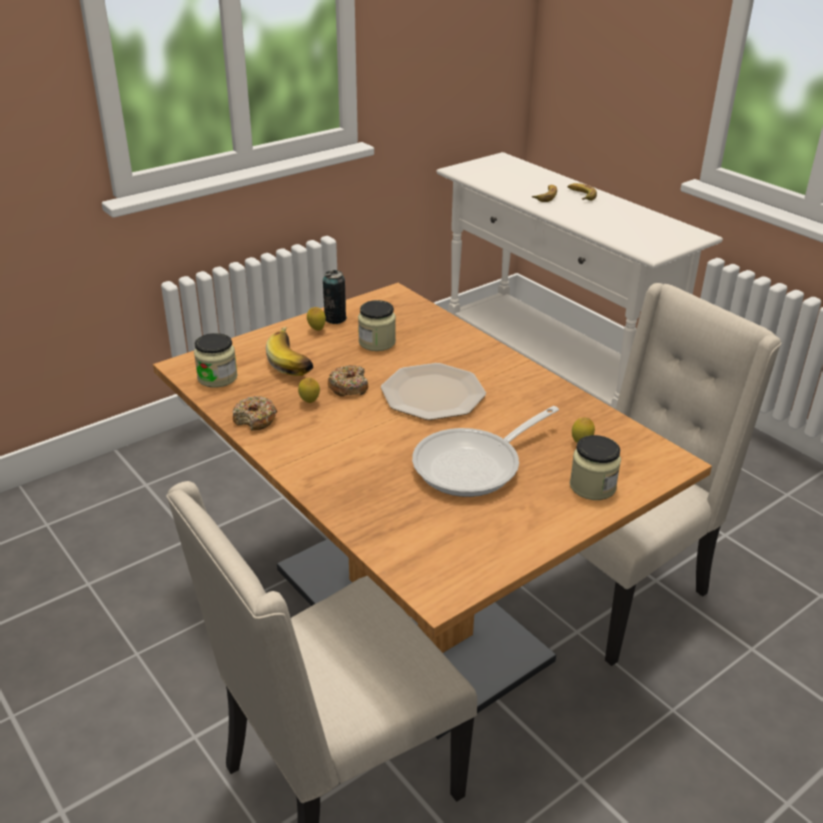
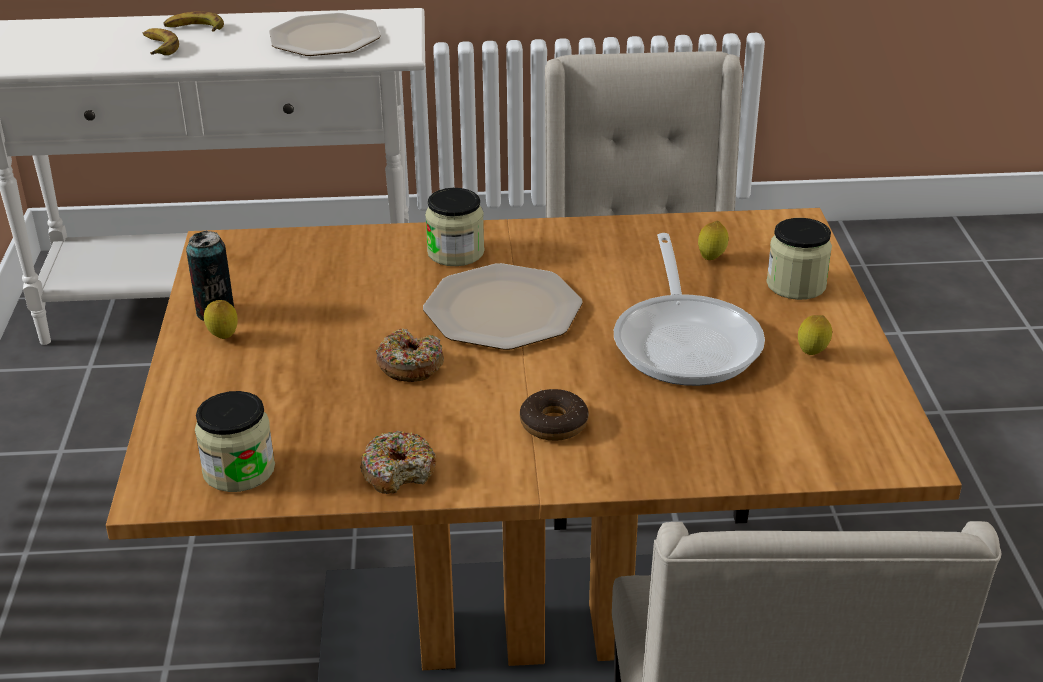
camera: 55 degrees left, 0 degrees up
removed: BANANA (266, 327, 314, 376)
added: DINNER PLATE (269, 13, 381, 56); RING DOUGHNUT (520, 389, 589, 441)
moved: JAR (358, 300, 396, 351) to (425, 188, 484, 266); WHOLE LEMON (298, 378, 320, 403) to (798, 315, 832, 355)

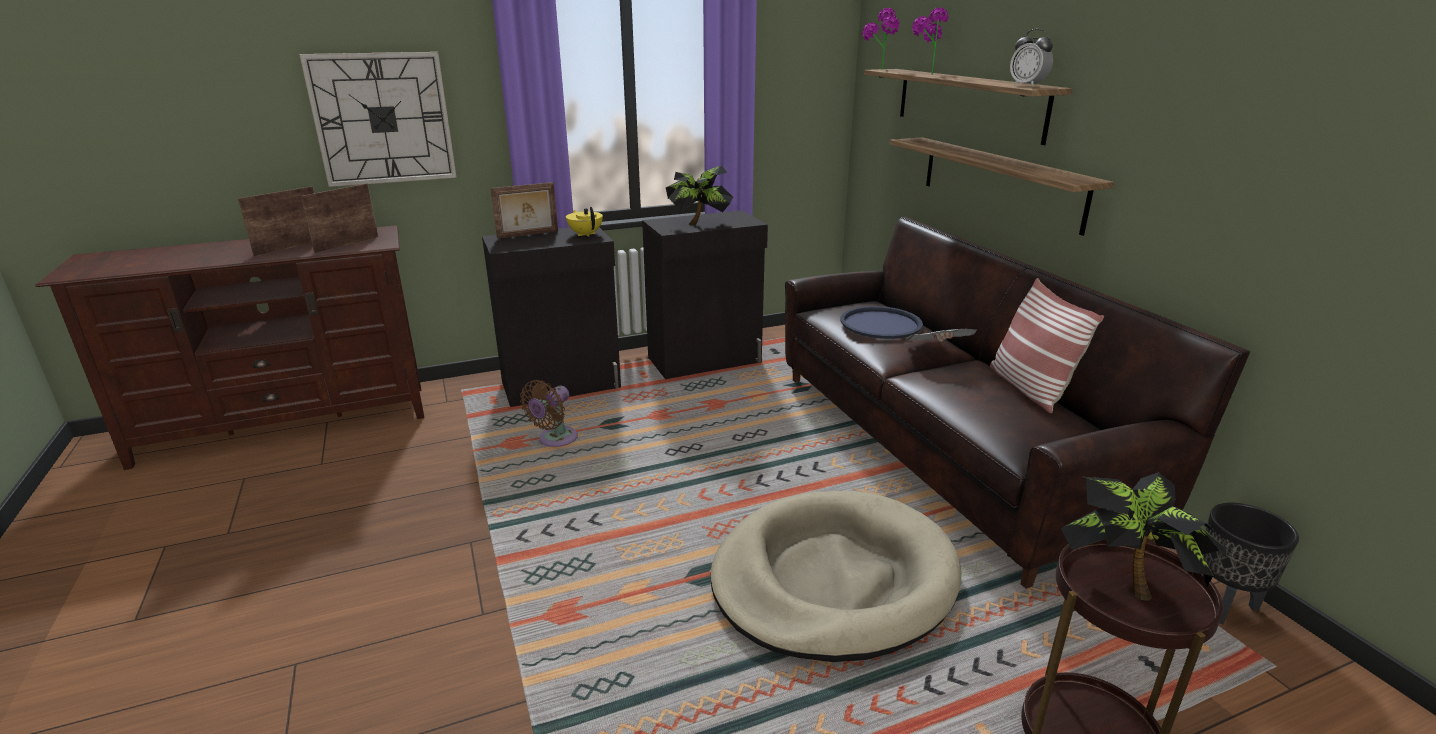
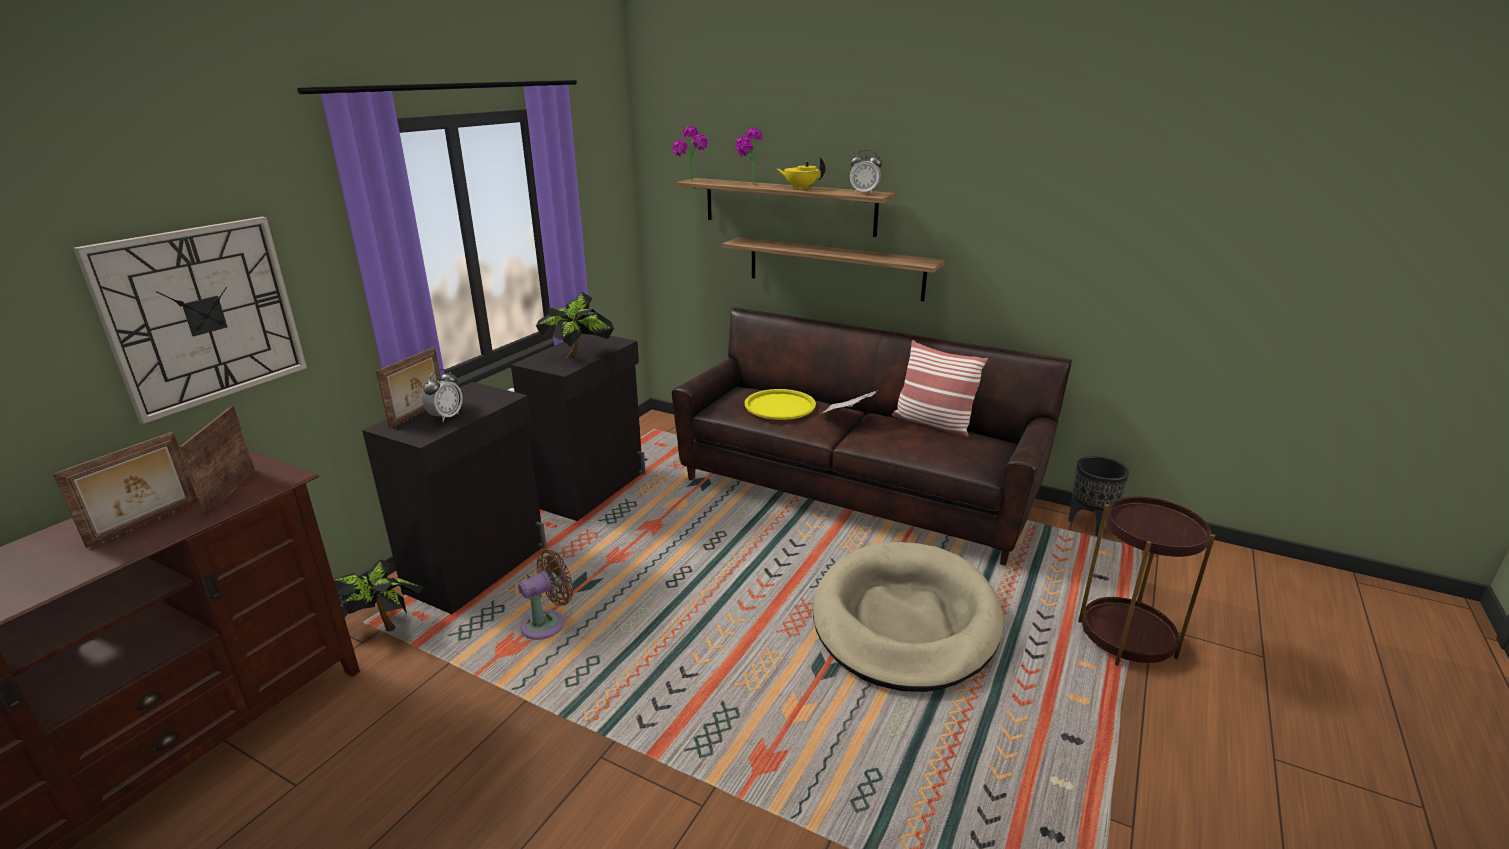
camera: 40 degrees left, 0 degrees up
added: TABLE CLOCK (423, 369, 463, 422)
moved: YELLOW TEAPOT (566, 207, 603, 237) to (776, 157, 825, 190); POTTED PLANT (1061, 472, 1227, 601) to (334, 559, 423, 631)
recoloured: BLUE TRAY (841, 306, 923, 339) to YELLOW TRAY (745, 389, 816, 420)
turned: PICTURE FRAME (238, 186, 314, 256) = (53, 431, 198, 548) 150 degrees counterclockwise; BROWN-COLOURED FAN (520, 380, 578, 447) = (518, 550, 573, 640) 120 degrees counterclockwise

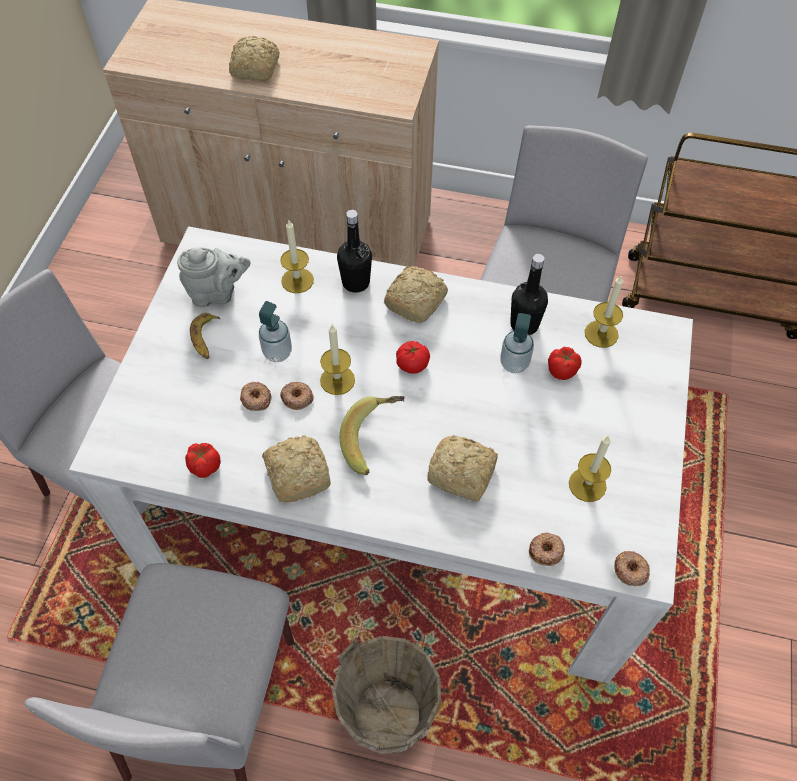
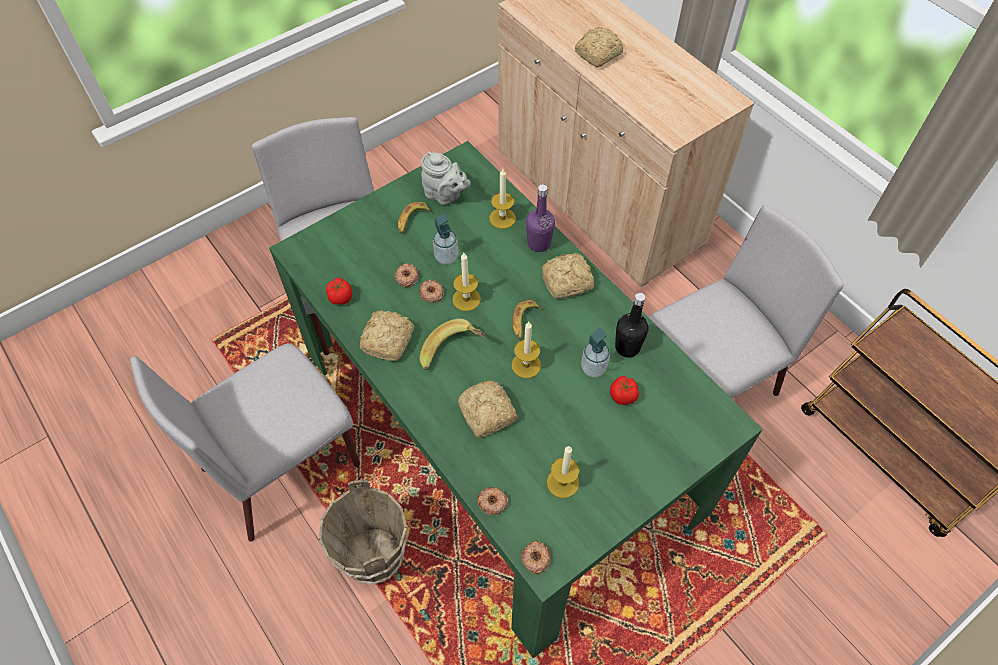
camera: 40 degrees right, 0 degrees up
moved: WAX CANDLE (585, 275, 623, 348) to (511, 322, 541, 378)
replaced: TOMATO (396, 341, 430, 374) to BANANA (512, 300, 541, 339)
recoloured: BLACK-COLOURED DRINK BOTTLE (337, 210, 372, 293) to PURPLE-COLOURED DRINK BOTTLE (526, 185, 555, 252); WHITISH DINING TABLE (69, 226, 693, 683) to GREEN-COLOURED DINING TABLE (269, 141, 763, 658)

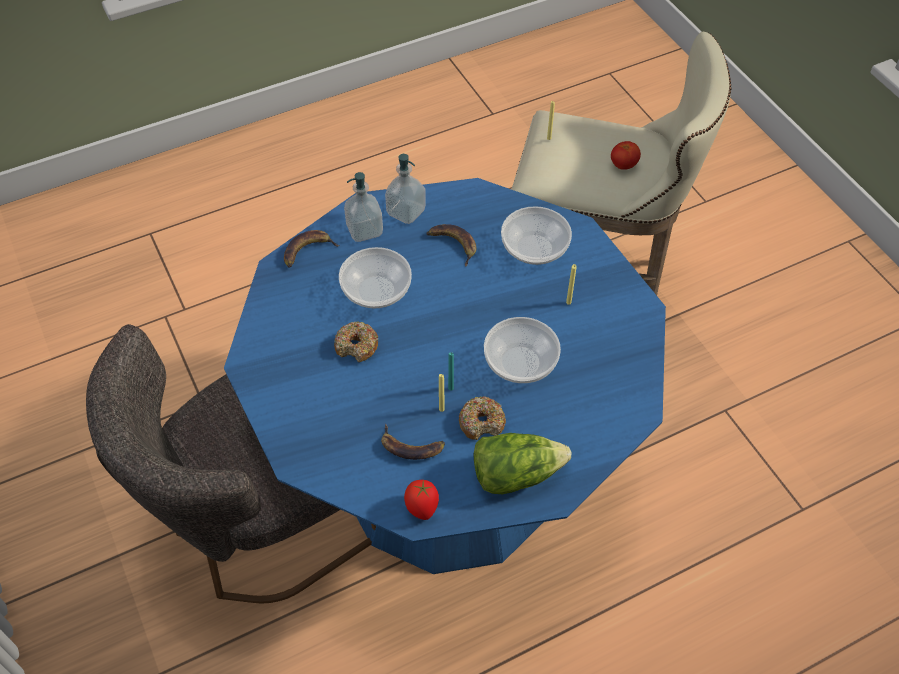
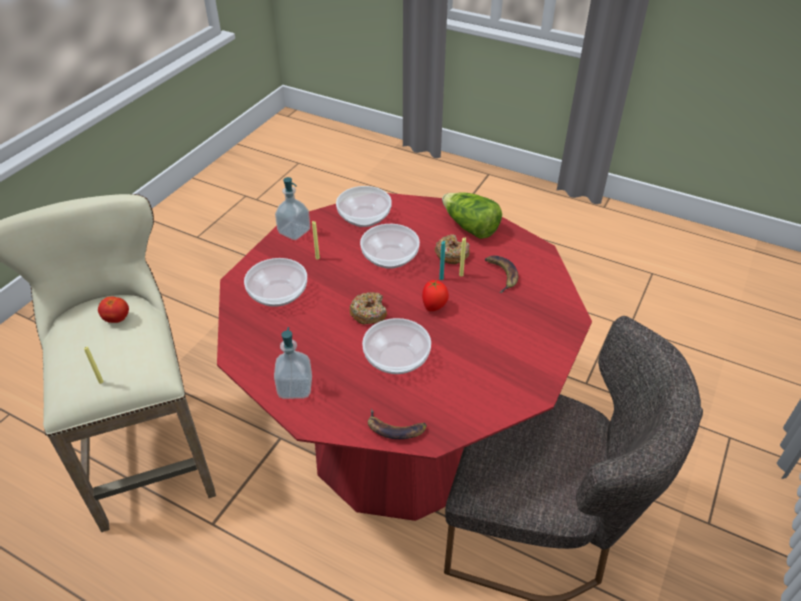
camera: 125 degrees left, 10 degrees down
removed: BANANA (426, 224, 477, 267)
added: DEEP DISH (336, 186, 392, 227)
moved: SOAP DISPENSER (344, 172, 383, 242) to (275, 177, 310, 240); RING DOUGHNUT (334, 321, 378, 362) to (350, 292, 387, 324); TOMATO (404, 480, 439, 520) to (422, 280, 449, 311)
recoloured: BLUE DINING TABLE (224, 178, 666, 574) to RED DINING TABLE (217, 193, 592, 521)

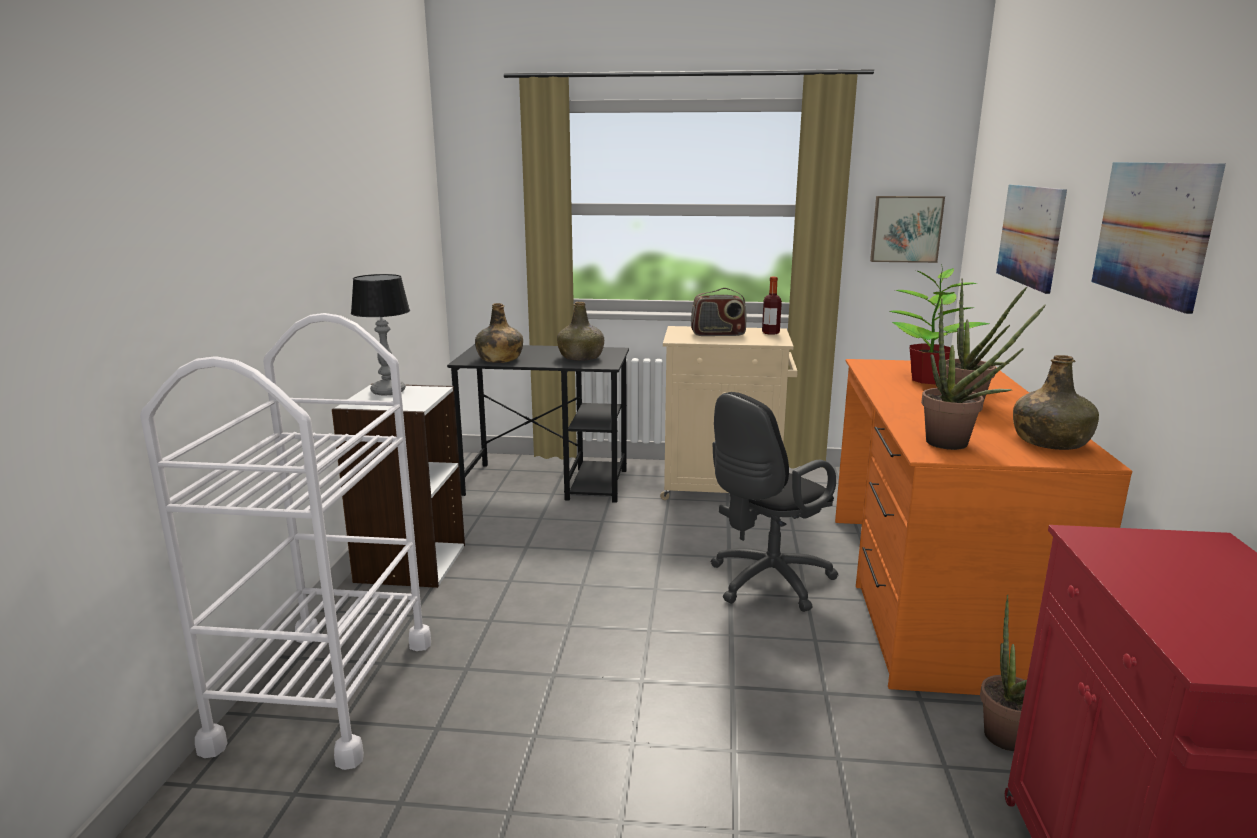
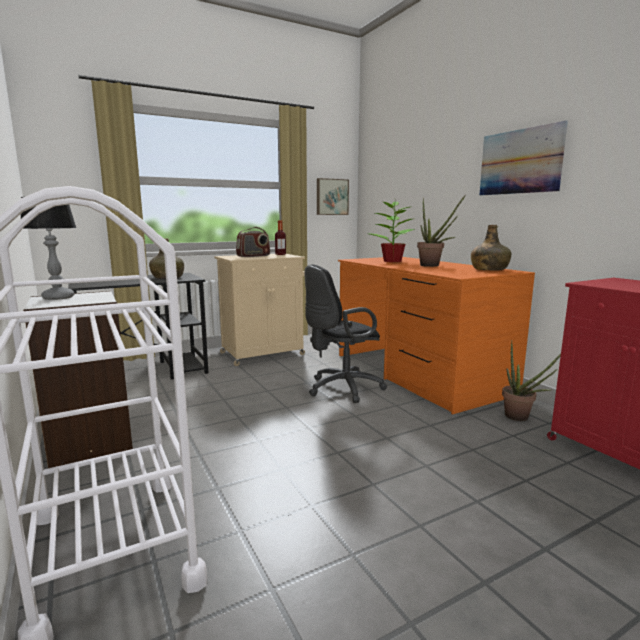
camera: 35 degrees left, 5 degrees down
removed: PICTURE (996, 184, 1067, 294); POTTED PLANT (921, 299, 1046, 450); GREEN-COLOURED DRINK BOTTLE (475, 303, 523, 363)
turned: BLACK-COLOURED OFFICE CHAIR (711, 392, 839, 612) = (305, 264, 387, 403) 45 degrees clockwise

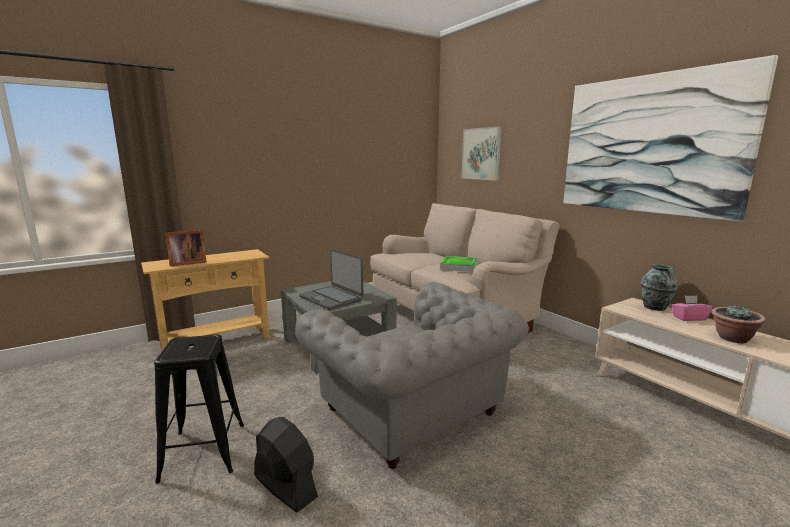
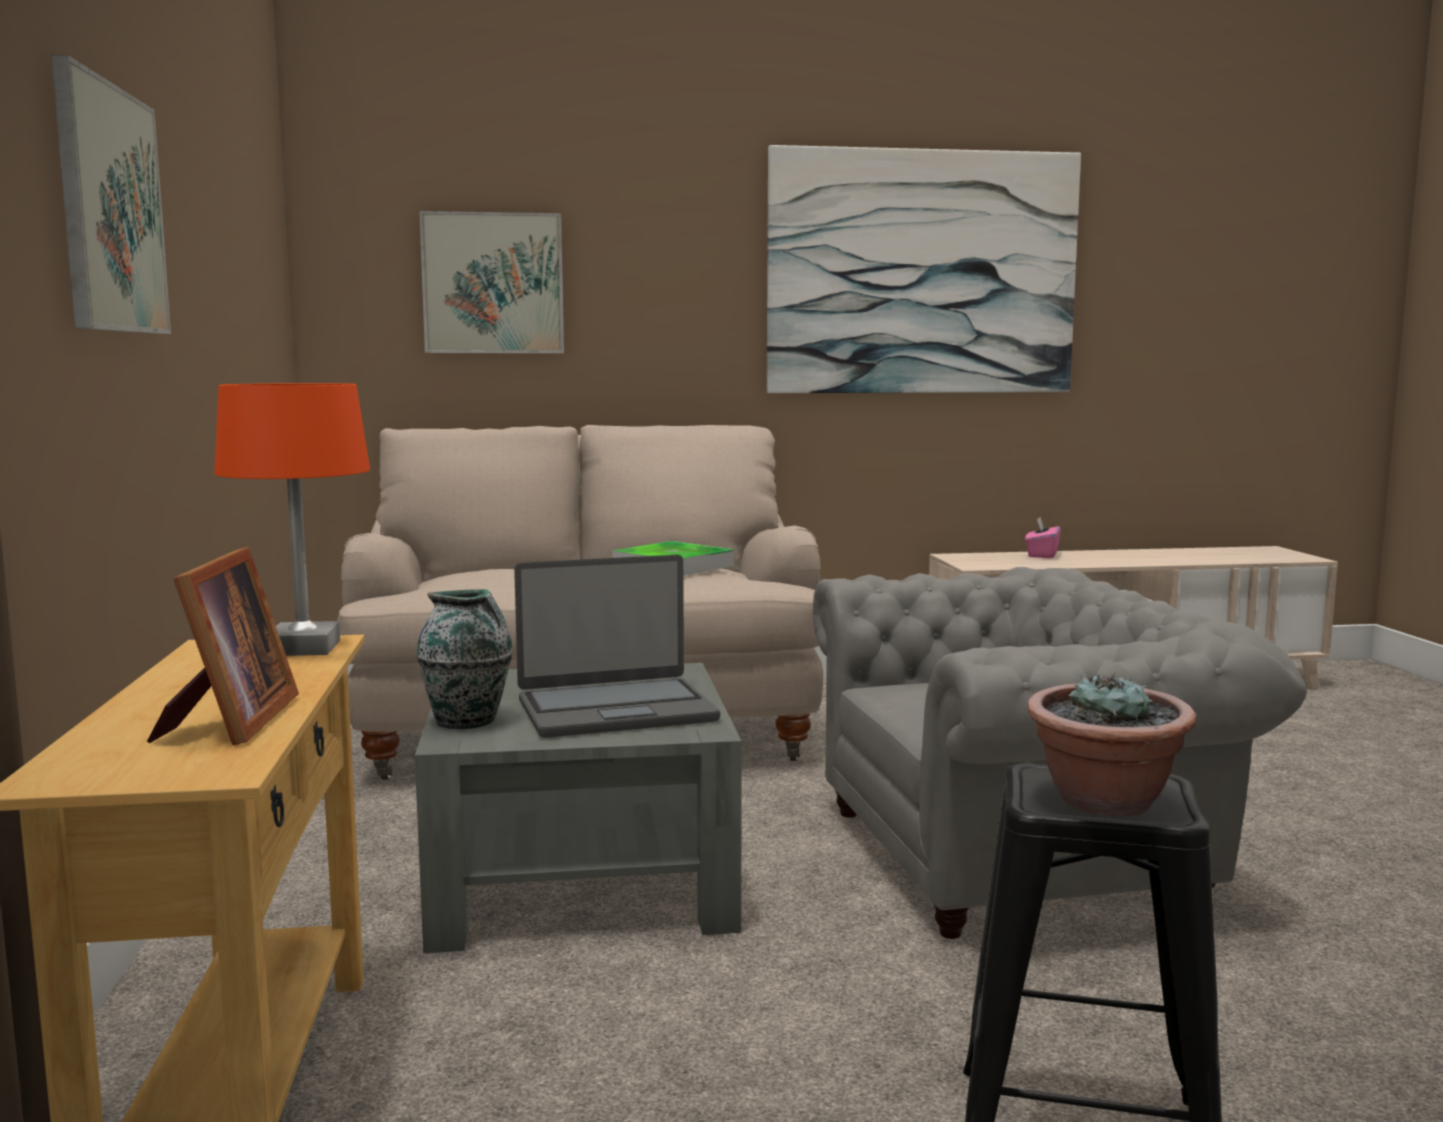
camera: 65 degrees left, 5 degrees down
removed: BLACK-COLOURED FAN (254, 417, 318, 512)
added: PICTURE (51, 54, 171, 334); ORANGE TABLE LAMP (214, 383, 370, 656)
moved: DECORATIVE VASE (641, 263, 678, 311) to (416, 589, 513, 729); POTTED PLANT (711, 305, 766, 343) to (1027, 672, 1197, 817)

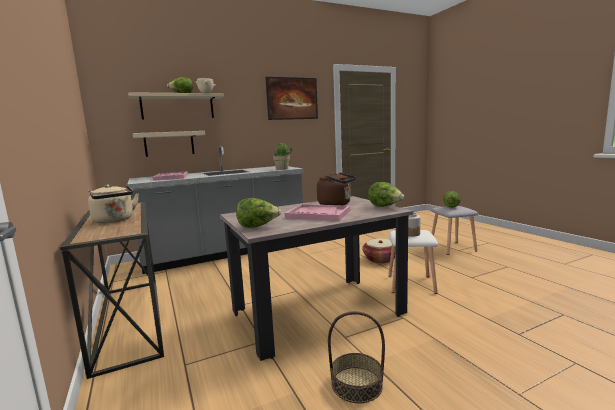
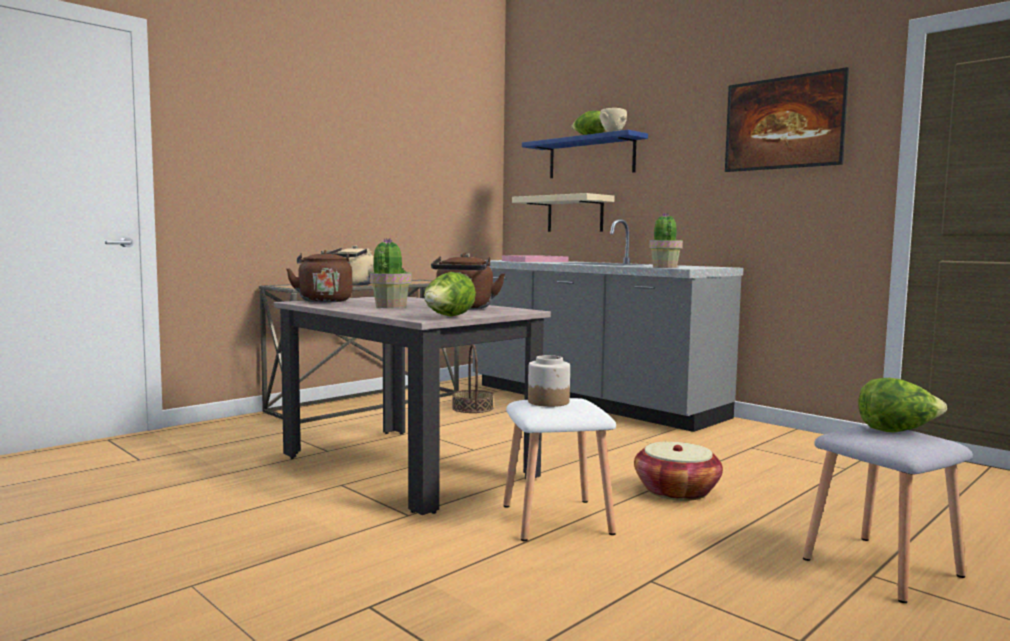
camera: 70 degrees right, 5 degrees down
moved: STORAGE BASKET (328, 311, 385, 403) to (452, 344, 494, 413)
replaced: HEAD OF LETTUCE (236, 198, 281, 228) to BROWN-COLOURED KETTLE (286, 250, 352, 303); PINKISH TRAY (285, 204, 350, 221) to POTTED PLANT (370, 238, 412, 308)
recoloured: SAND-COLOURED WALL SHELF (128, 92, 224, 119) to BLUE WALL SHELF (522, 130, 648, 178)

